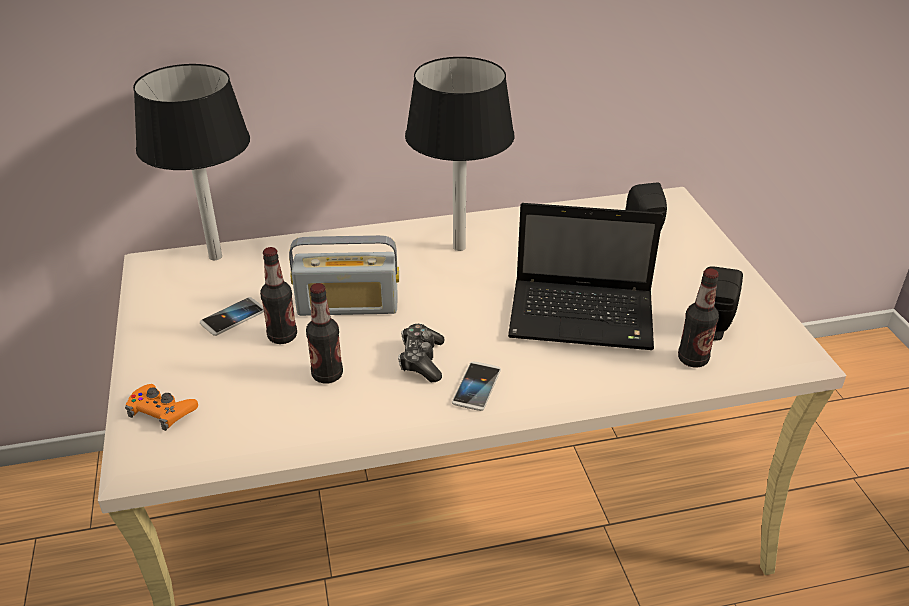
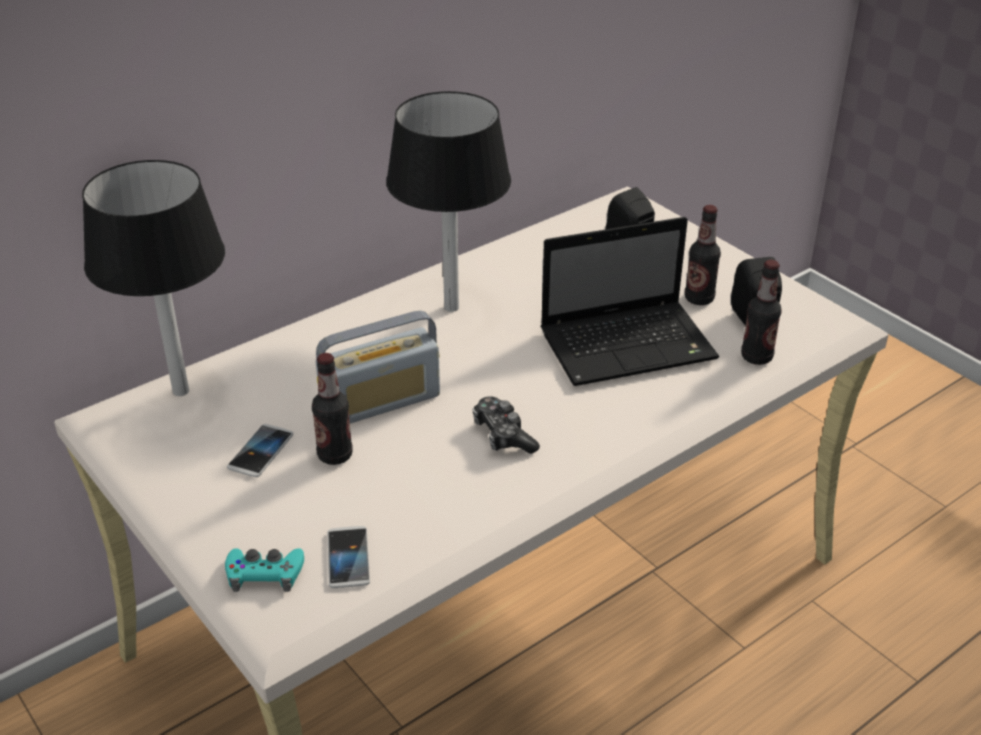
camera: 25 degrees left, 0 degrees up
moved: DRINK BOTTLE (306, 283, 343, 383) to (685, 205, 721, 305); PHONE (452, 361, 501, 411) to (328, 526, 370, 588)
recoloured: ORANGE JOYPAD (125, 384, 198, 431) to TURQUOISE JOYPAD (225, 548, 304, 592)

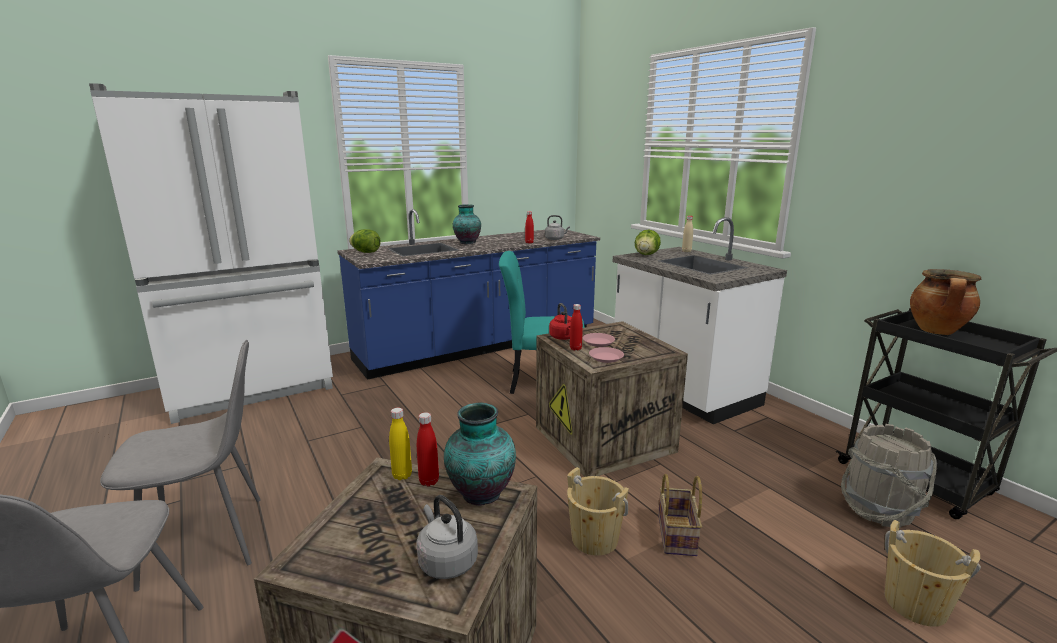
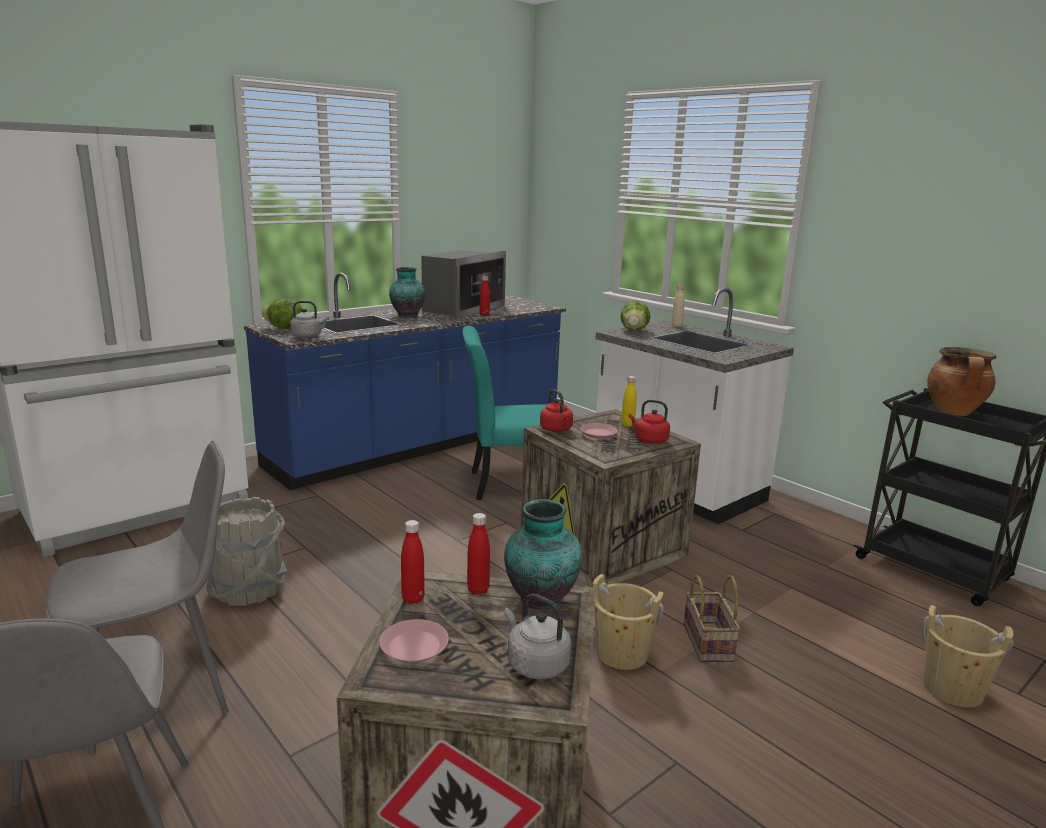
camera: 10 degrees left, 0 degrees up
added: MICROWAVE OVEN (421, 250, 506, 319); RED KETTLE (629, 400, 670, 444)
moved: GRAY KETTLE (545, 215, 570, 240) to (290, 301, 329, 338); RED DRINK BOTTLE (570, 304, 583, 351) to (401, 520, 425, 604); PINKISH DINNER PLATE (589, 347, 624, 363) to (380, 619, 449, 663); YELLOW DRINK BOTTLE (389, 408, 412, 480) to (621, 376, 637, 427); GRAY PAIL (841, 424, 937, 527) to (206, 497, 287, 606)

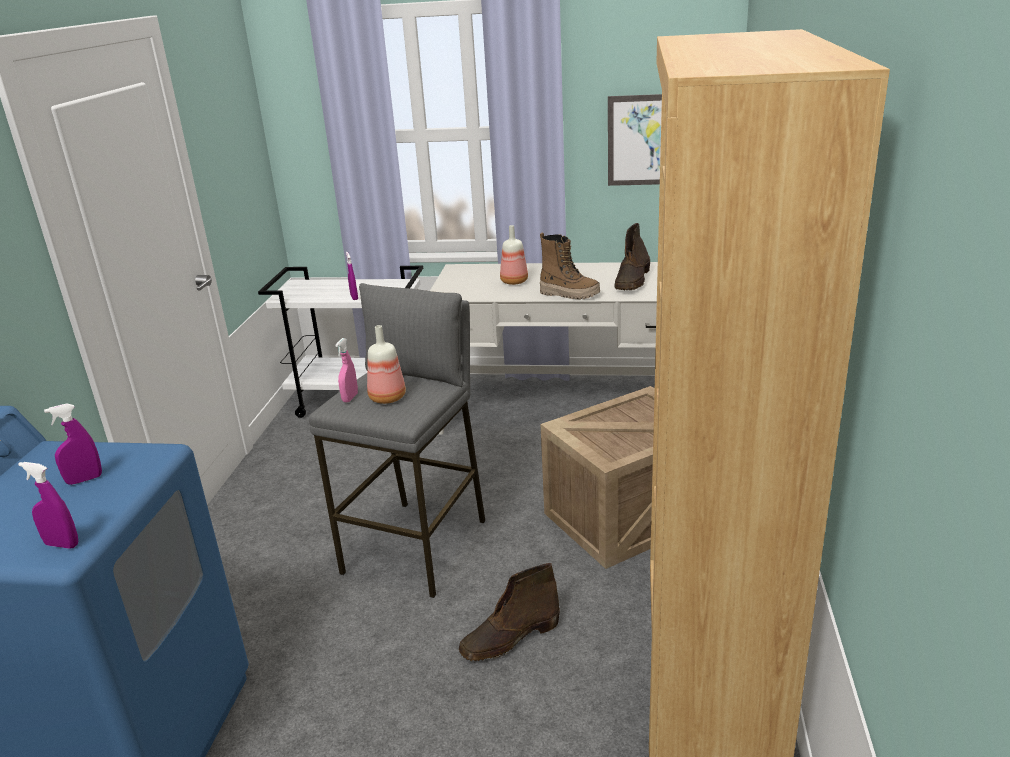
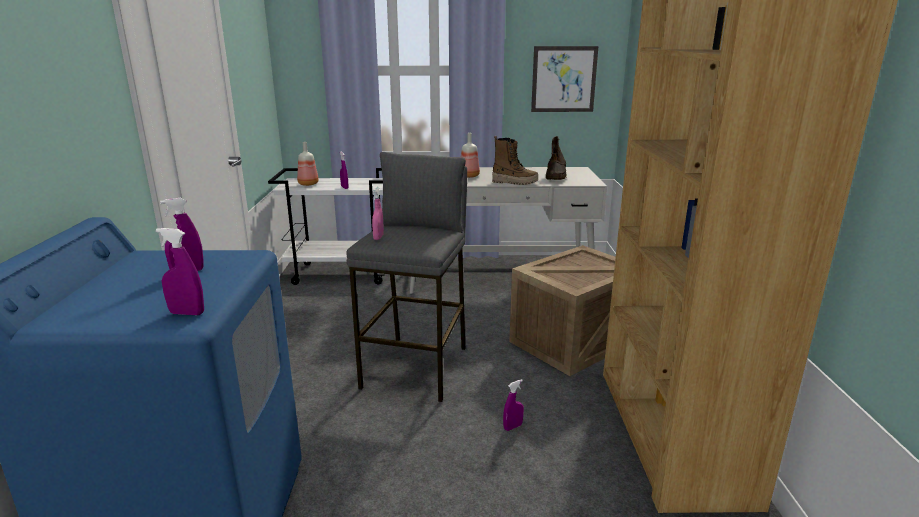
camera: 10 degrees left, 5 degrees down
moved: DRINK BOTTLE (367, 325, 406, 404) to (297, 142, 319, 186)
replaced: BROWN-COLOURED HIGH-TOP BOOT (459, 563, 560, 661) to PURPLE-COLOURED SPRAY BOTTLE (503, 379, 524, 431)

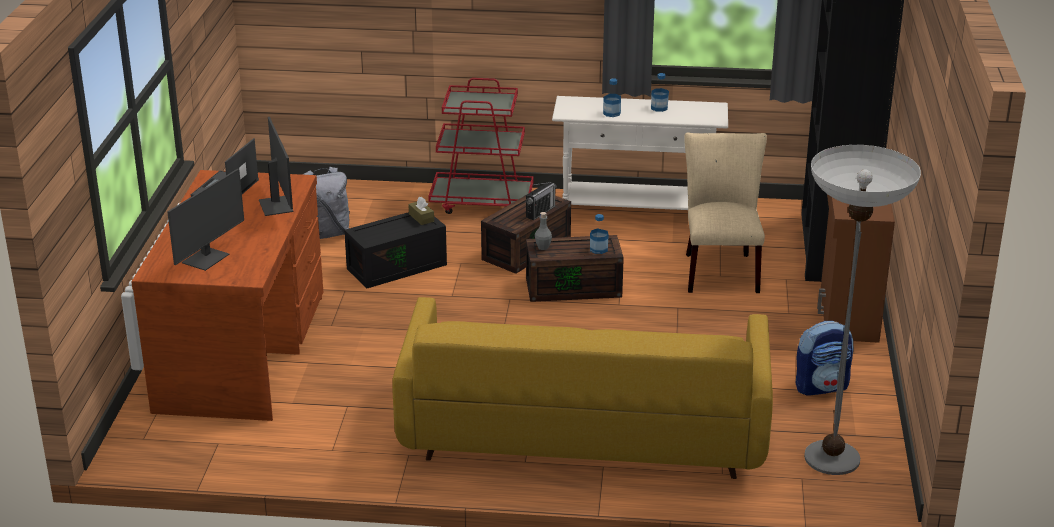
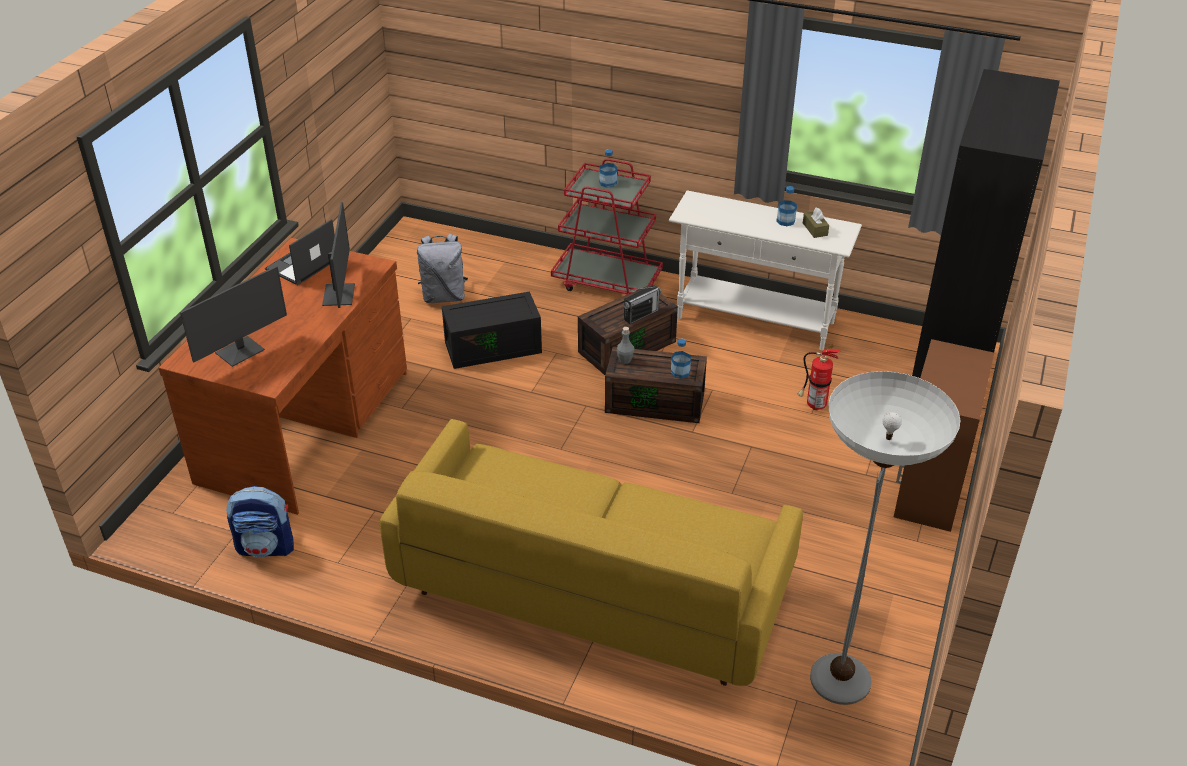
camera: 15 degrees right, 10 degrees up
moved: DRINK BOTTLE (603, 78, 621, 117) to (599, 149, 617, 188); BROWN-COLOURED TISSUE HOLDER (408, 197, 434, 225) to (803, 208, 829, 238); RUCKSACK (796, 321, 853, 396) to (226, 486, 294, 557)
replaced: SAND-COLOURED CHAIR (684, 133, 767, 293) to EXTINGUISHER (797, 344, 840, 410)

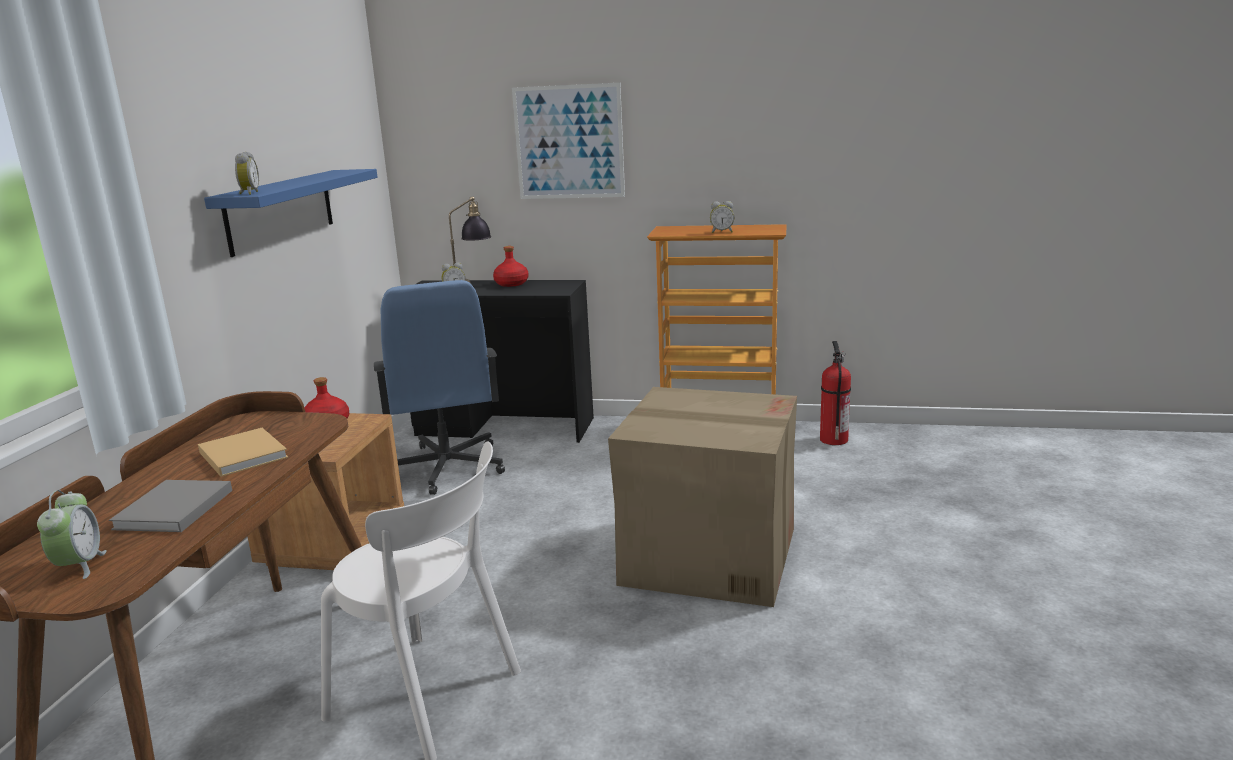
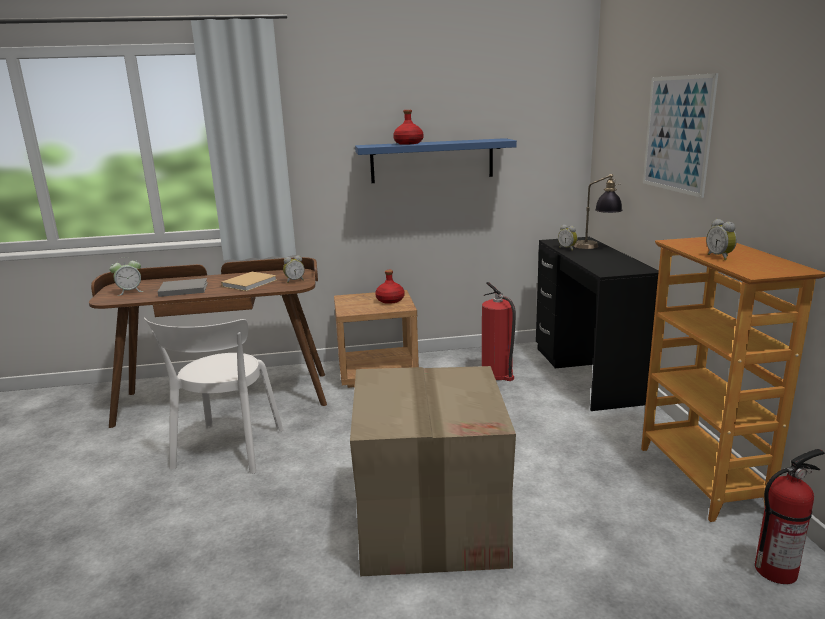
camera: 70 degrees right, 0 degrees up
moved: TABLE CLOCK (235, 152, 259, 195) to (283, 255, 305, 283); RED DRINK BOTTLE (493, 246, 529, 287) to (393, 110, 423, 145)
replaced: BLUE OFFICE CHAIR (374, 280, 505, 495) to EXTINGUISHER (482, 282, 516, 381)

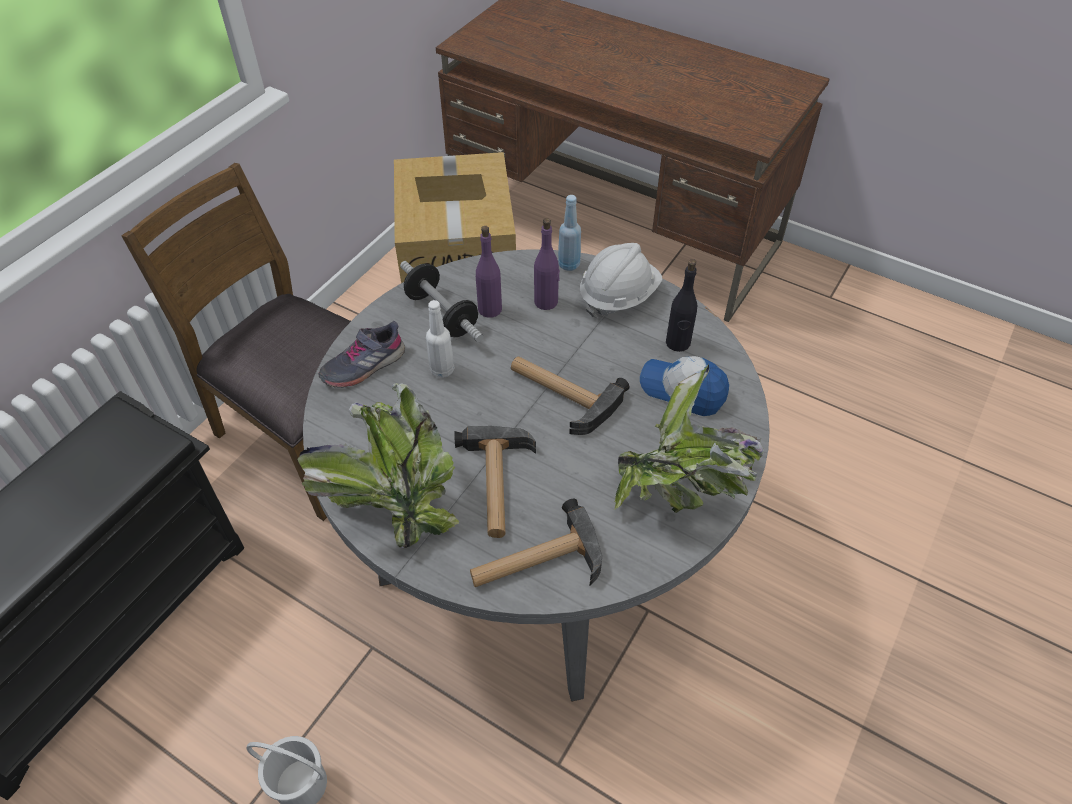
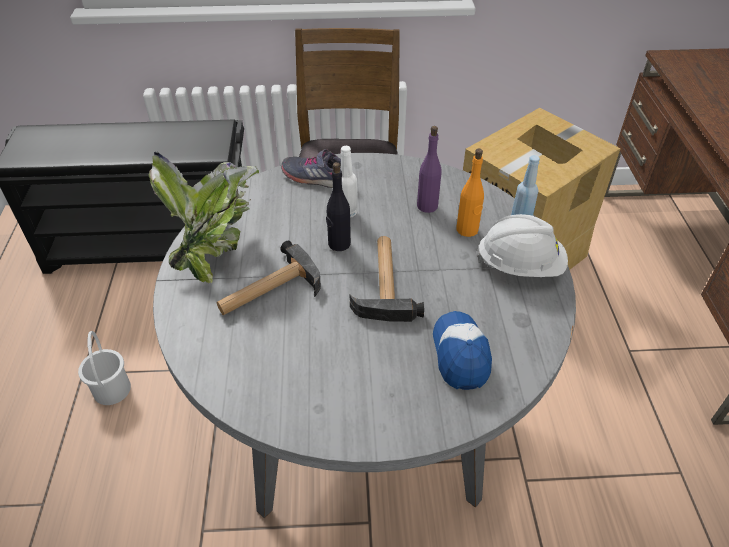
camera: 55 degrees right, 5 degrees down
removed: FREE WEIGHT (400, 261, 484, 342); POTTED PLANT (614, 364, 764, 513); HAMMER (470, 499, 602, 587)
moved: BLACK-COLOURED DRINK BOTTLE (666, 259, 697, 352) to (326, 162, 351, 251)
recoloured: PURPLE-COLOURED DRINK BOTTLE (534, 218, 560, 310) to ORANGE DRINK BOTTLE (456, 149, 484, 237)

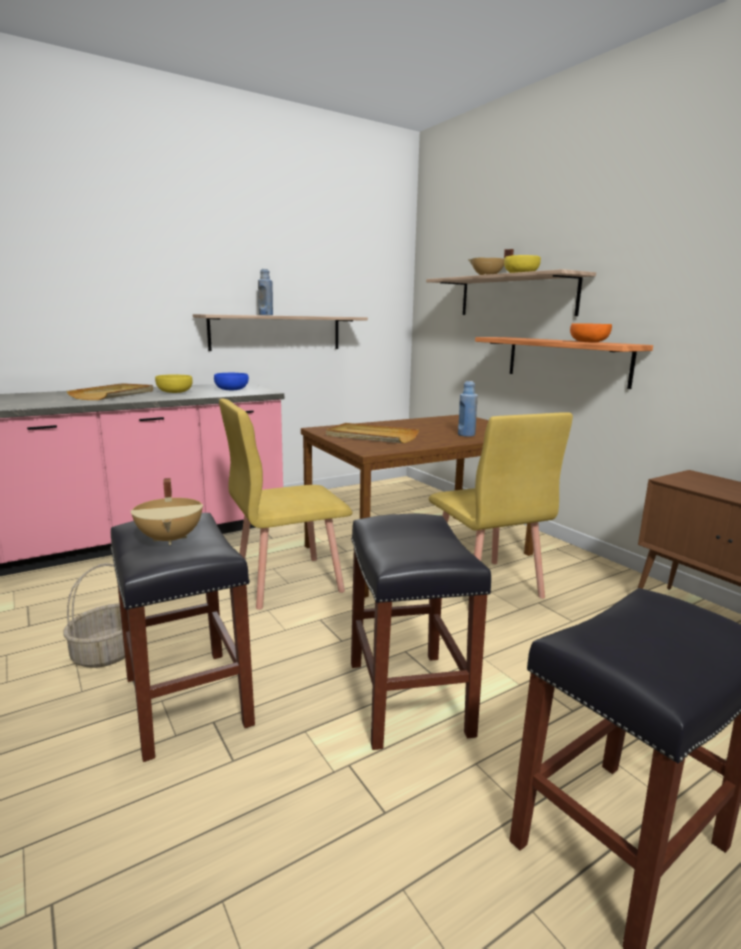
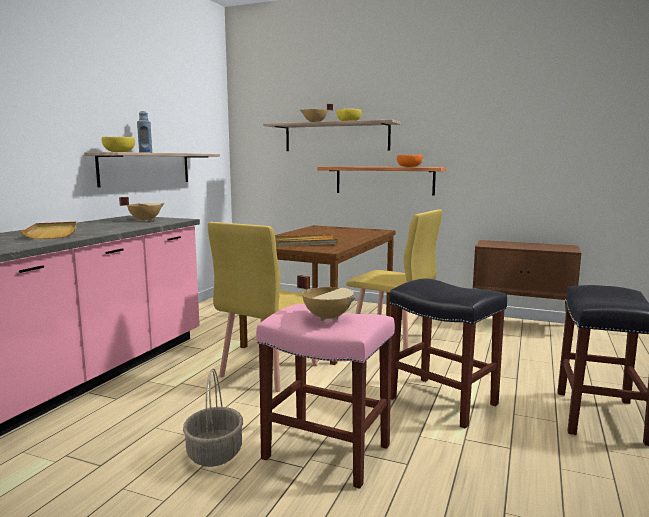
camera: 35 degrees left, 5 degrees down
removed: BLUE DRINK BOTTLE (458, 381, 478, 437)
moved: YELLOW DEEP DISH (155, 375, 193, 393) to (101, 137, 135, 152)
replaced: BLUE DEEP DISH (214, 373, 249, 390) to SAND-COLOURED STOCKPOT (119, 197, 165, 222)
recoloured: BLACK-COLOURED STOOL SEAT (110, 513, 255, 762) to PINKISH STOOL SEAT (256, 304, 395, 489)

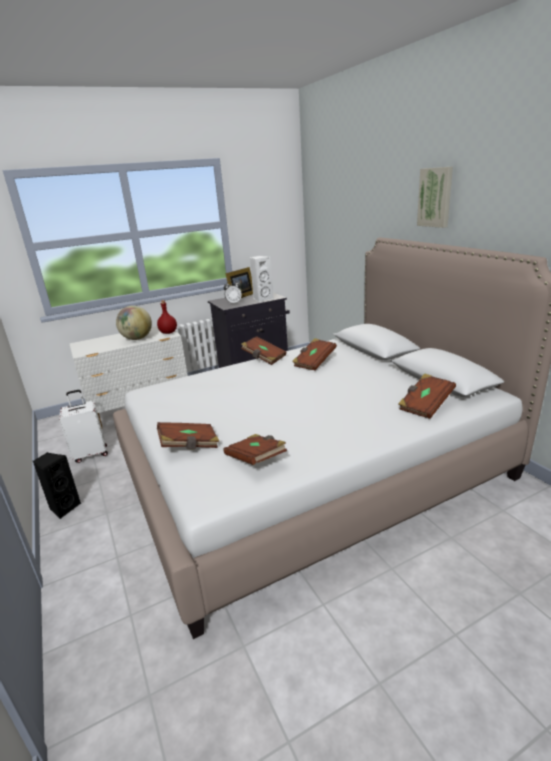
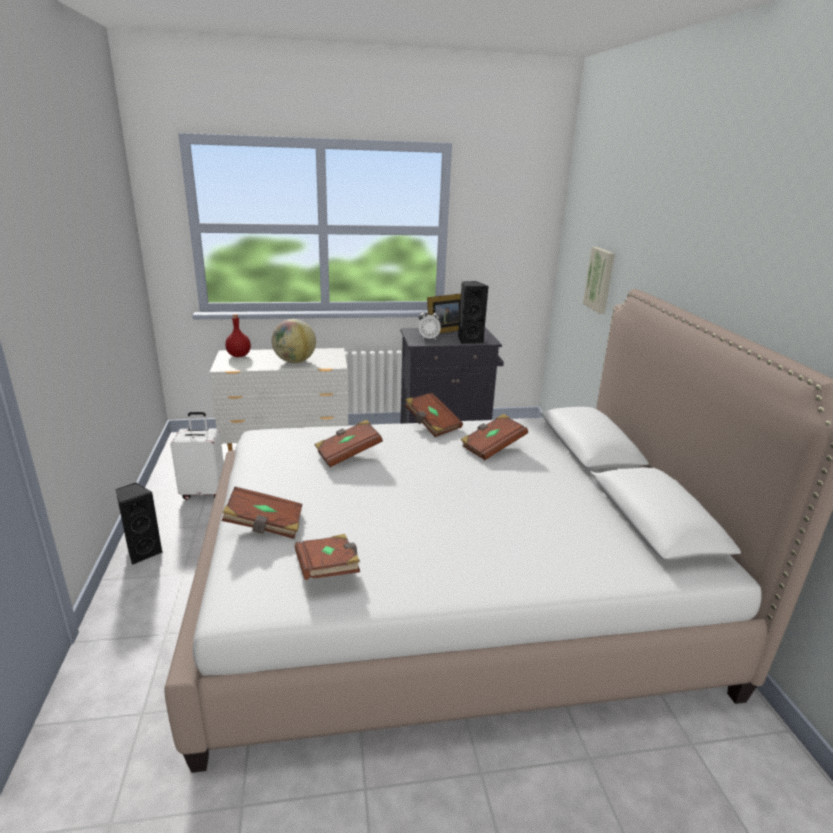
camera: 15 degrees right, 0 degrees up
moved: PICTURE (417, 167, 453, 228) to (583, 247, 615, 314); RED DRINK BOTTLE (157, 300, 177, 334) to (225, 314, 251, 357); BROWN-COLOURED BOUND BOOK (398, 374, 456, 419) to (315, 419, 383, 467)
recoloured: WHITISH AUDIO SPEAKER (250, 255, 273, 302) to BLACK-COLOURED AUDIO SPEAKER (458, 281, 488, 344)

